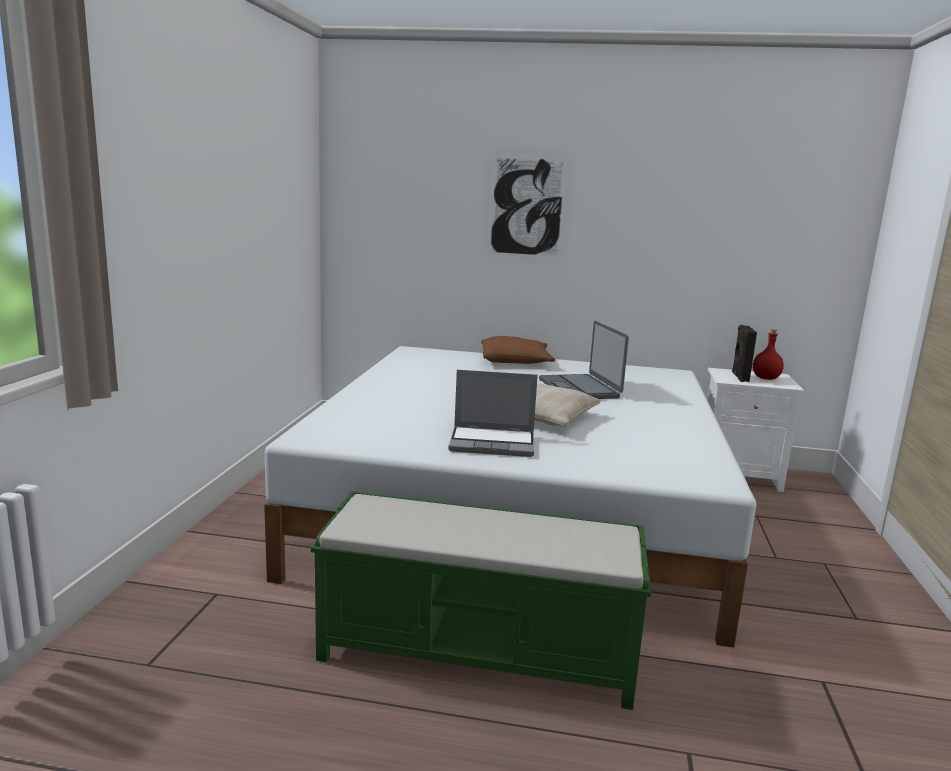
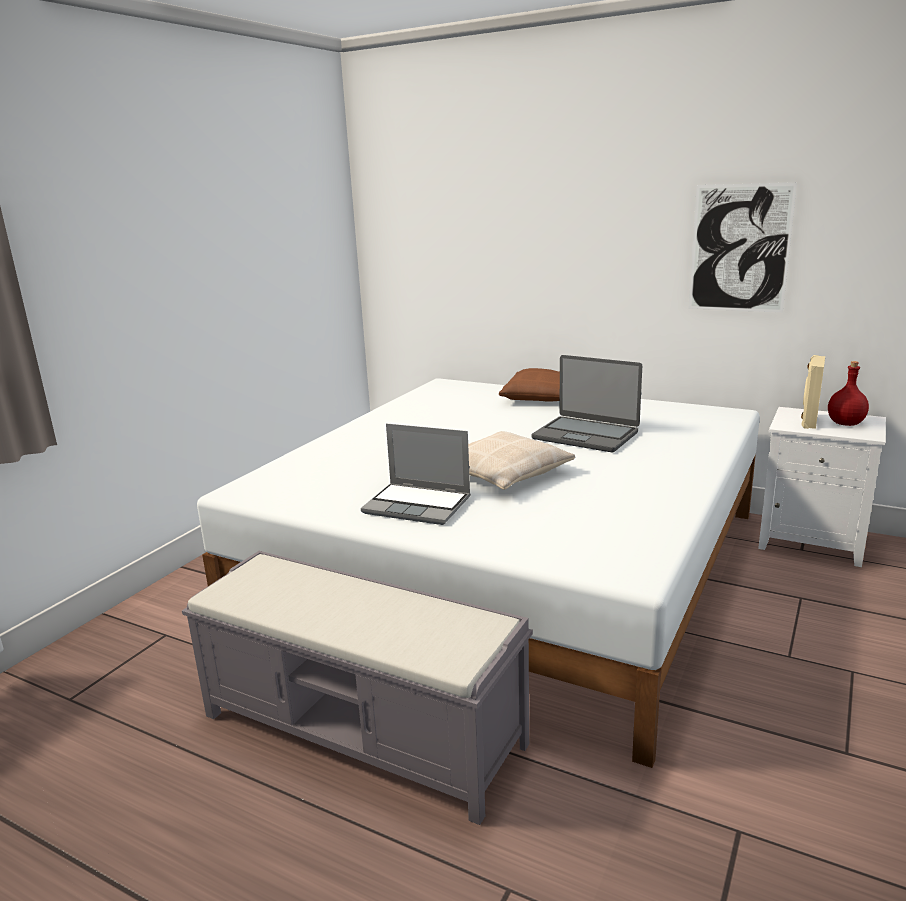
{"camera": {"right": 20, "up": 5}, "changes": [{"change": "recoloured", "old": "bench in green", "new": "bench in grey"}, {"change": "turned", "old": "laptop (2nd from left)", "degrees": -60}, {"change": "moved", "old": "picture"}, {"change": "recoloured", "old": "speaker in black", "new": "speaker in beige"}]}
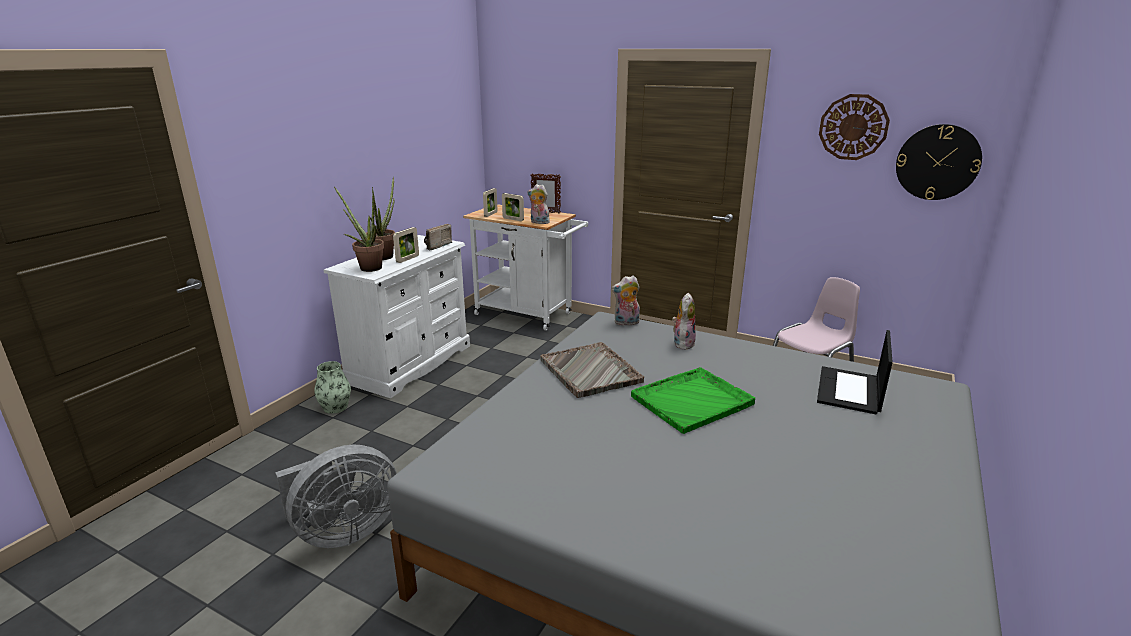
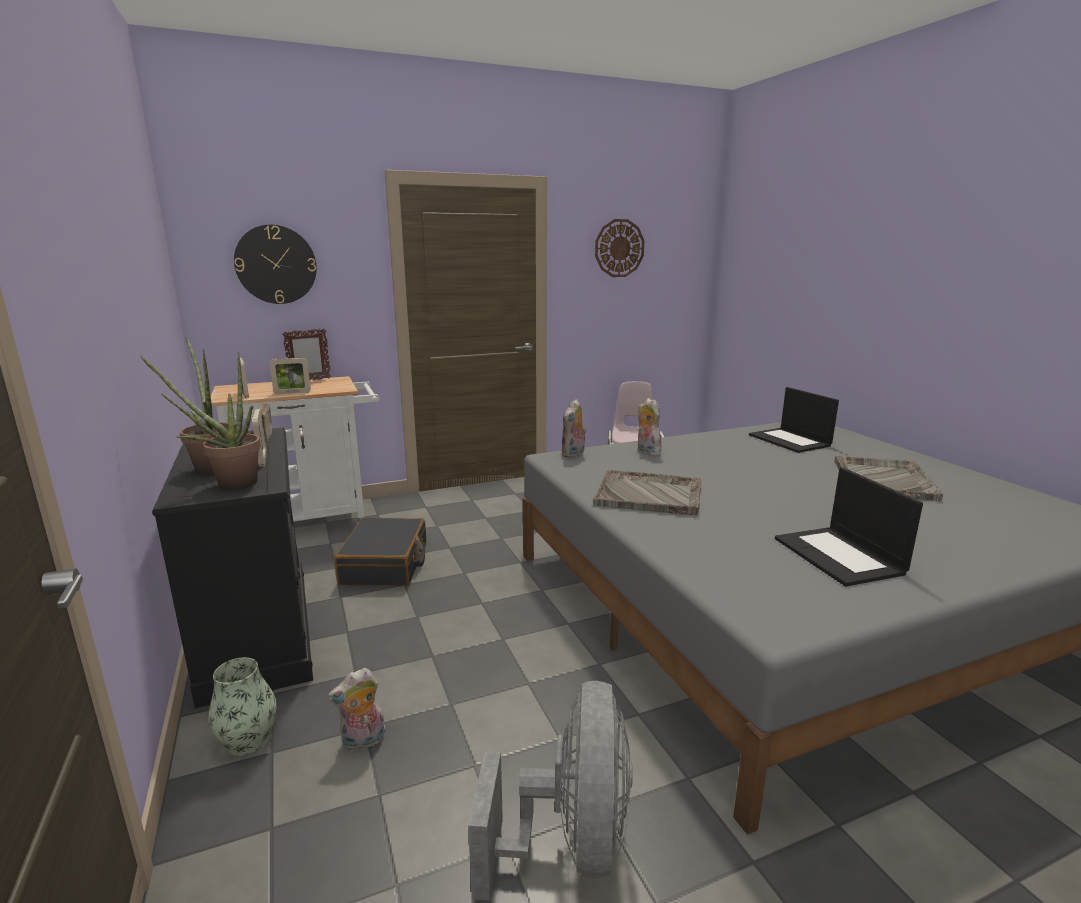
{"camera": {"right": -50, "up": -5}, "changes": [{"change": "recoloured", "old": "dresser in white", "new": "dresser in black"}, {"change": "moved", "old": "wall clock (2nd from left in the first image)", "new": "wall clock (1st from left)"}, {"change": "moved", "old": "plush toy (1st from left)"}, {"change": "added", "new": "suitcase in black"}, {"change": "added", "new": "laptop (2nd from left)"}, {"change": "added", "new": "tray in grey (2nd from left)"}, {"change": "removed", "old": "tray in green"}]}
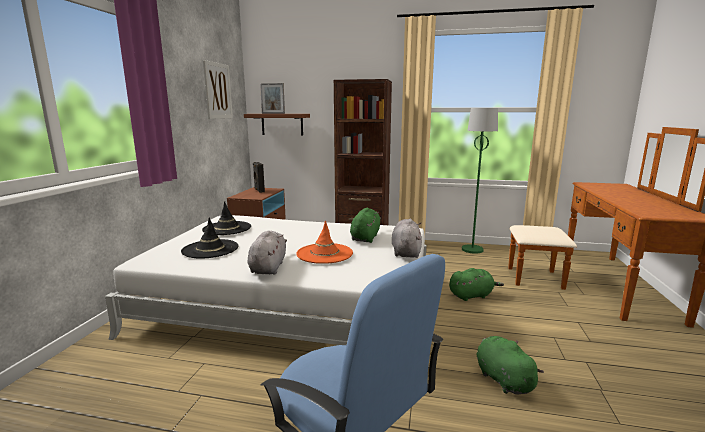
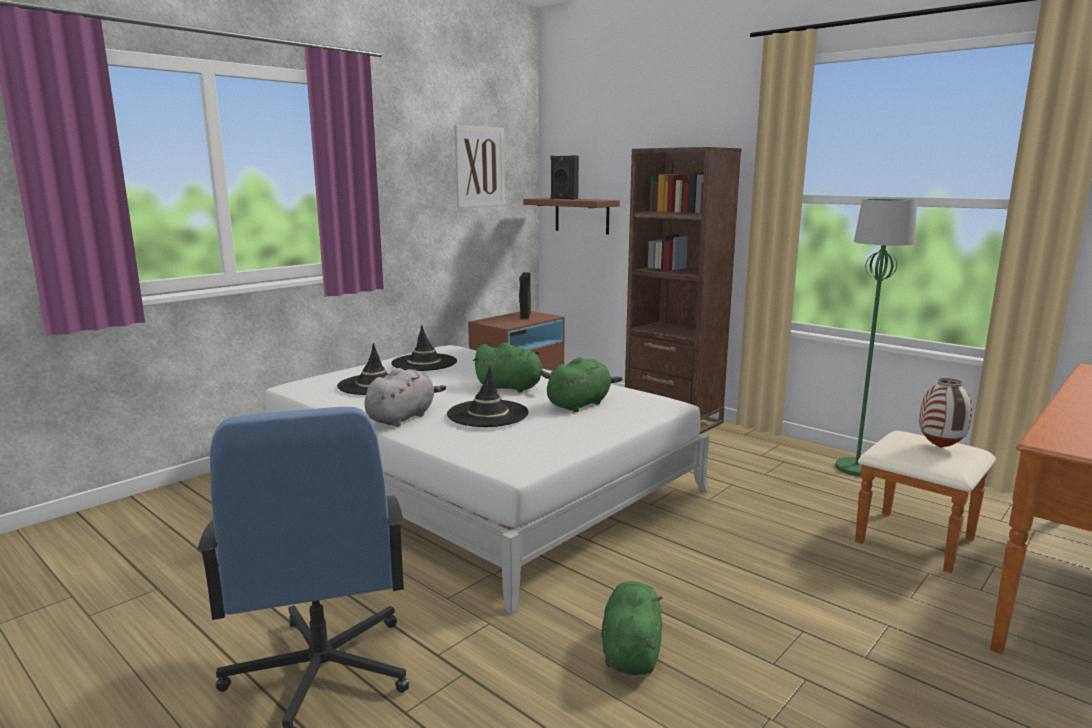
{"camera": {"right": 30, "up": 0}, "changes": [{"change": "recoloured", "old": "hat in orange", "new": "hat in black (3rd from left)"}, {"change": "moved", "old": "plush toy in green (2nd from left in the first image)", "new": "plush toy in green (1st from left)"}, {"change": "replaced", "old": "picture frame", "new": "speaker in black (2nd from left)"}, {"change": "added", "new": "vase"}, {"change": "removed", "old": "plush toy in grey (2nd from left)"}]}
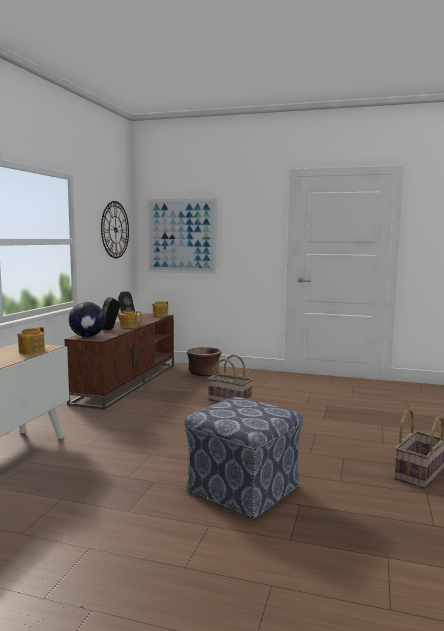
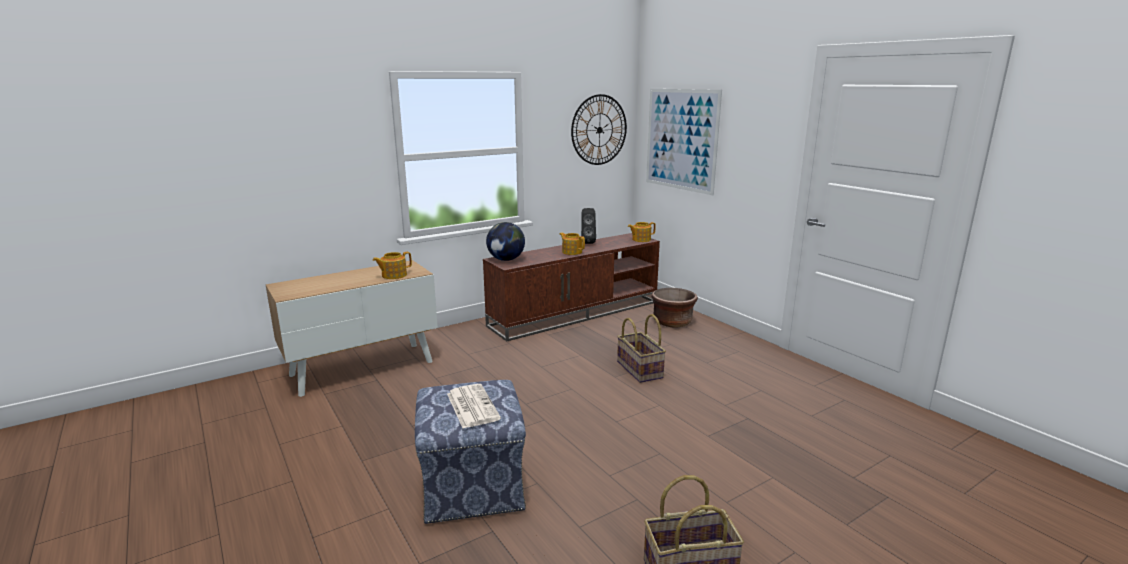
{"camera": {"right": 40, "up": 10}, "changes": [{"change": "added", "new": "newspaper"}, {"change": "removed", "old": "speaker in black (1st from left)"}]}
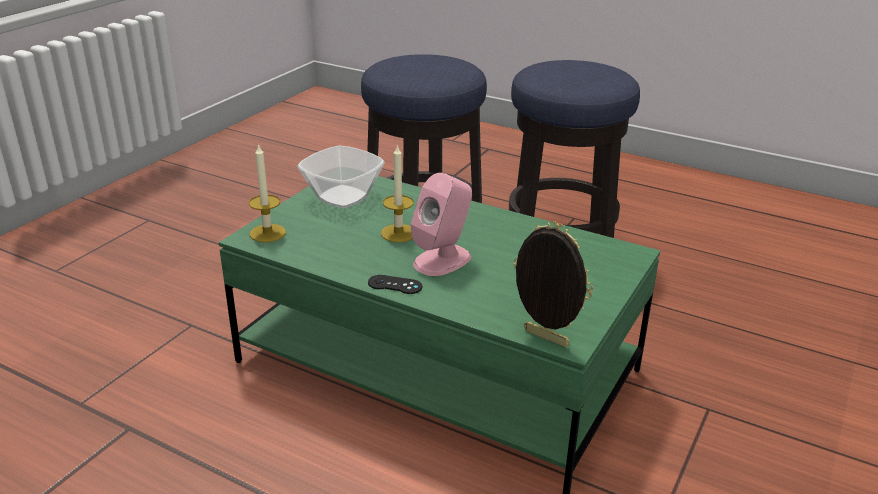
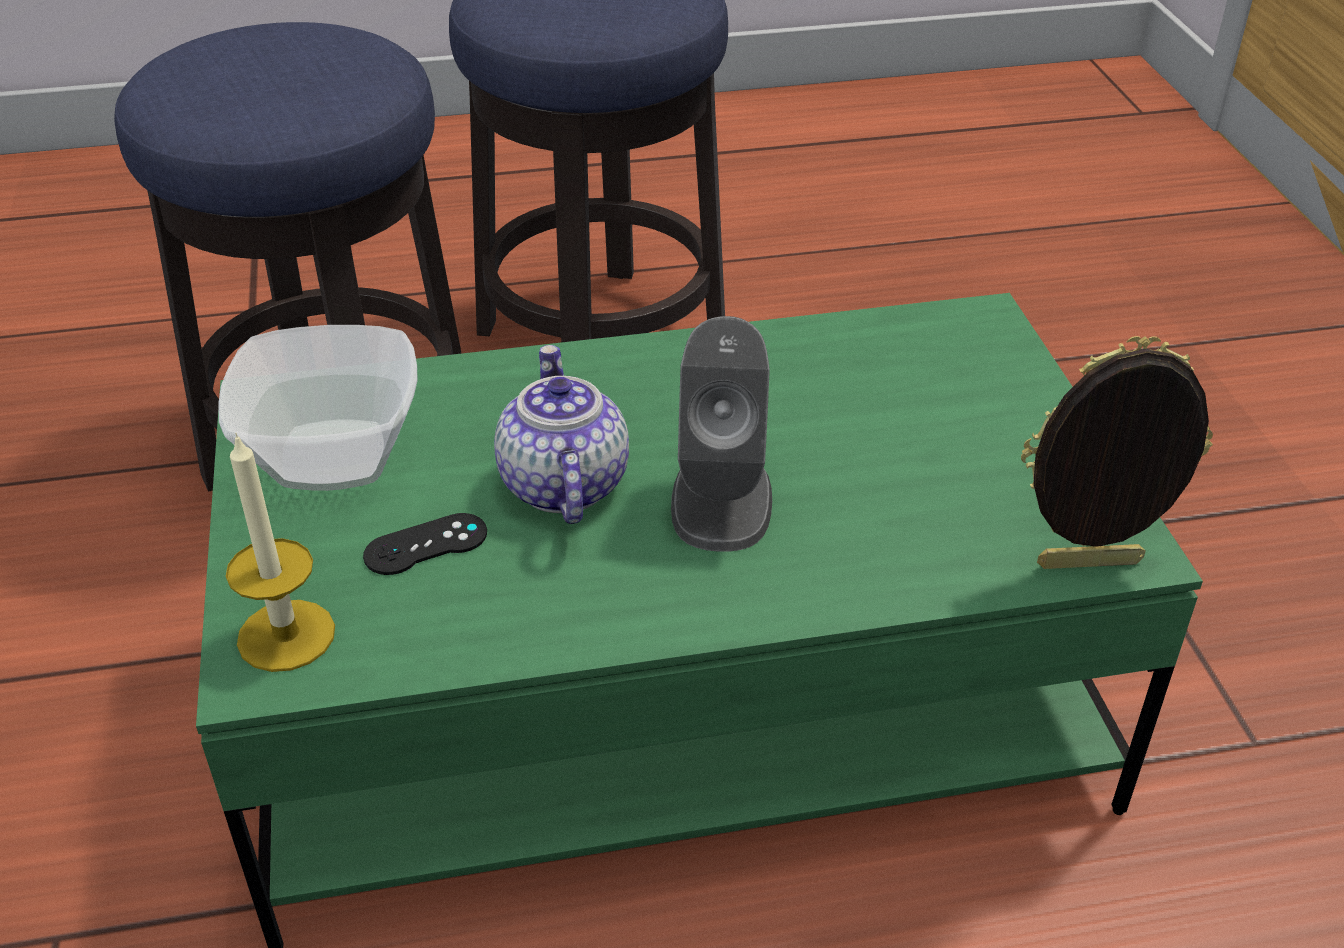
{"camera": {"right": -40, "up": 10}, "changes": [{"change": "moved", "old": "game controller in black"}, {"change": "replaced", "old": "candle (2nd from left)", "new": "teapot"}, {"change": "recoloured", "old": "speaker in pink", "new": "speaker in grey"}]}
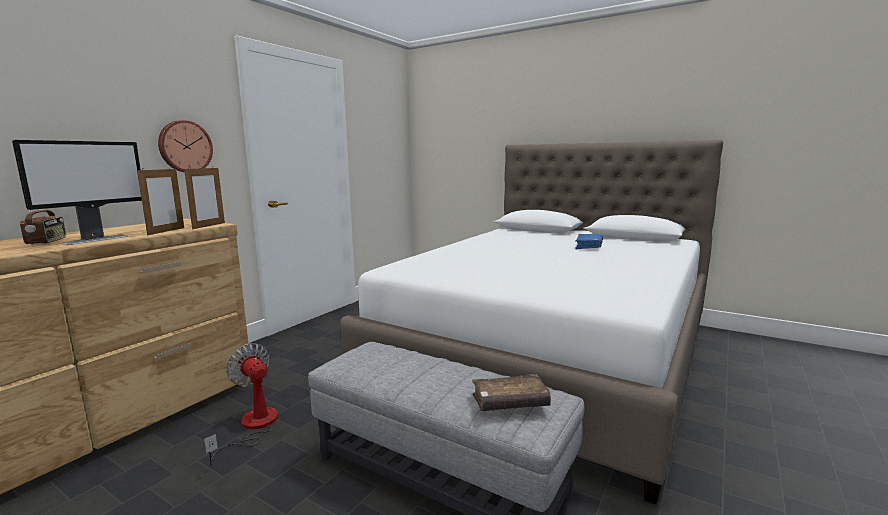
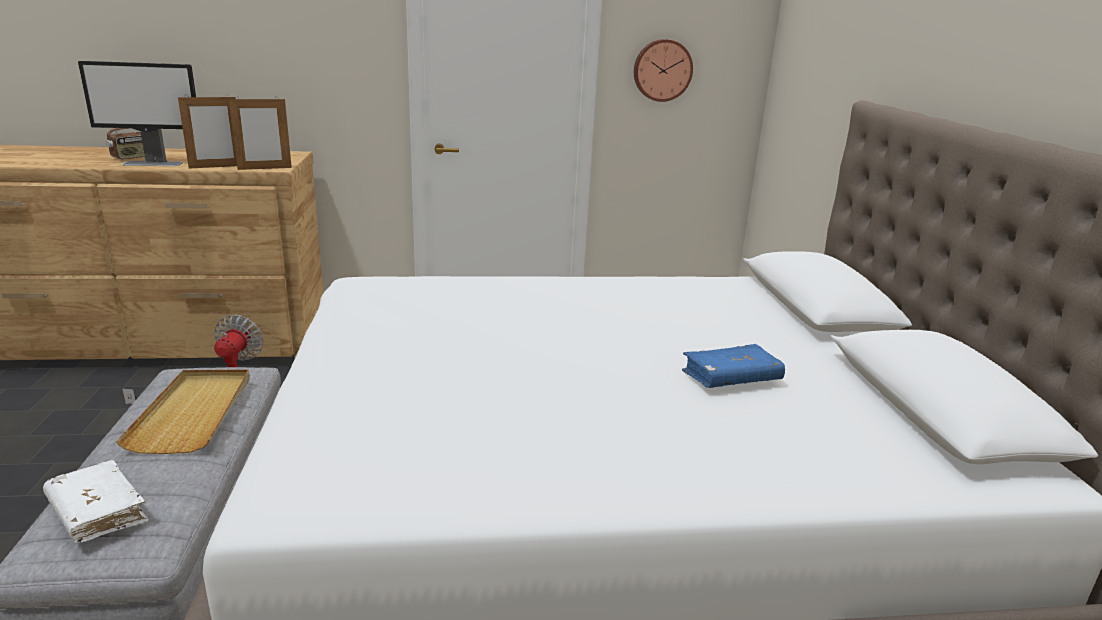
{"camera": {"right": 50, "up": 10}, "changes": [{"change": "recoloured", "old": "book in brown", "new": "book in white"}, {"change": "added", "new": "tray in beige"}, {"change": "moved", "old": "wall clock"}]}
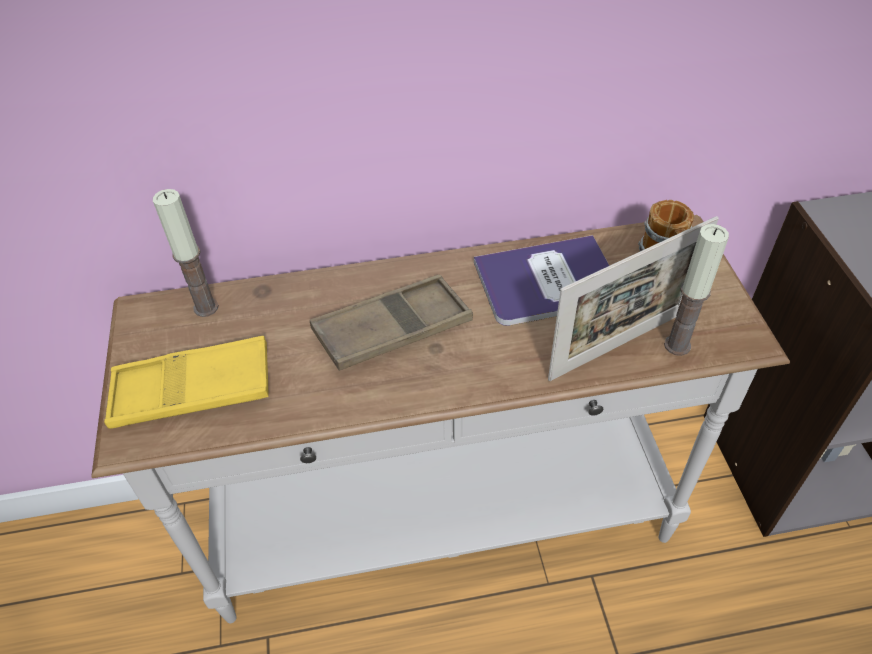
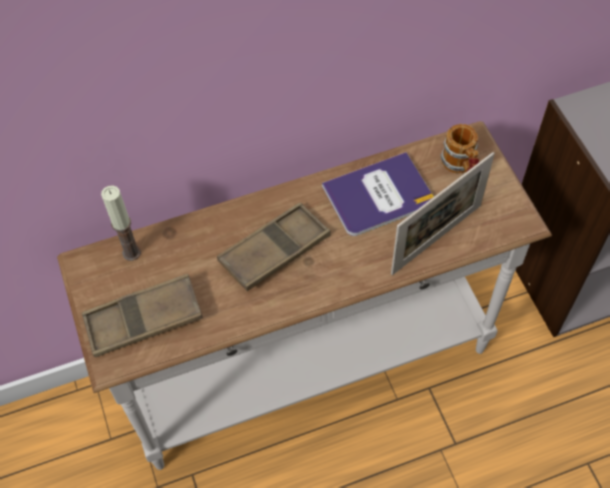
{"camera": {"right": -10, "up": 10}, "changes": [{"change": "recoloured", "old": "tray in yellow", "new": "tray in brown (1st from left)"}, {"change": "removed", "old": "candle (2nd from left)"}]}
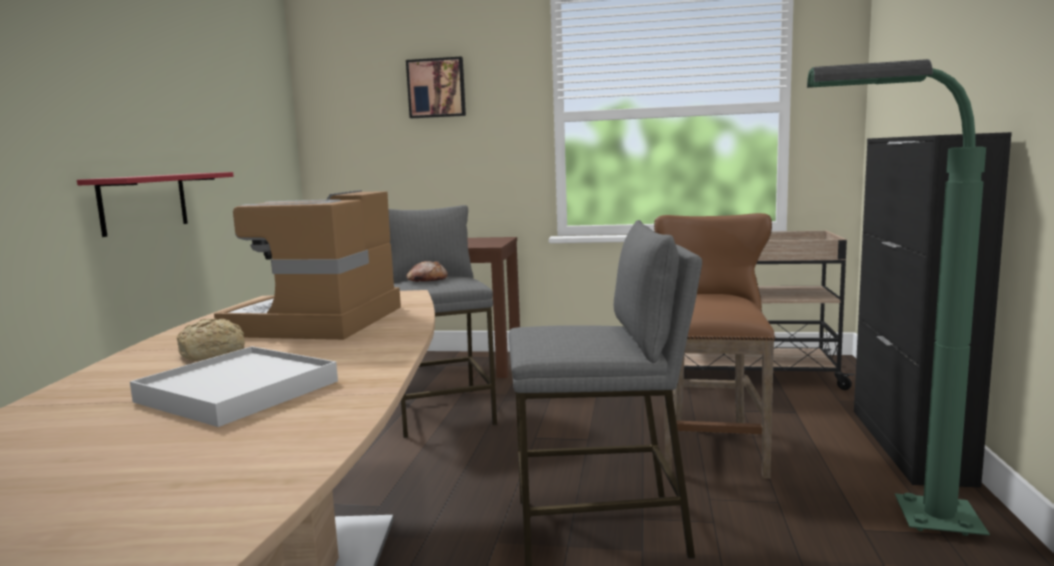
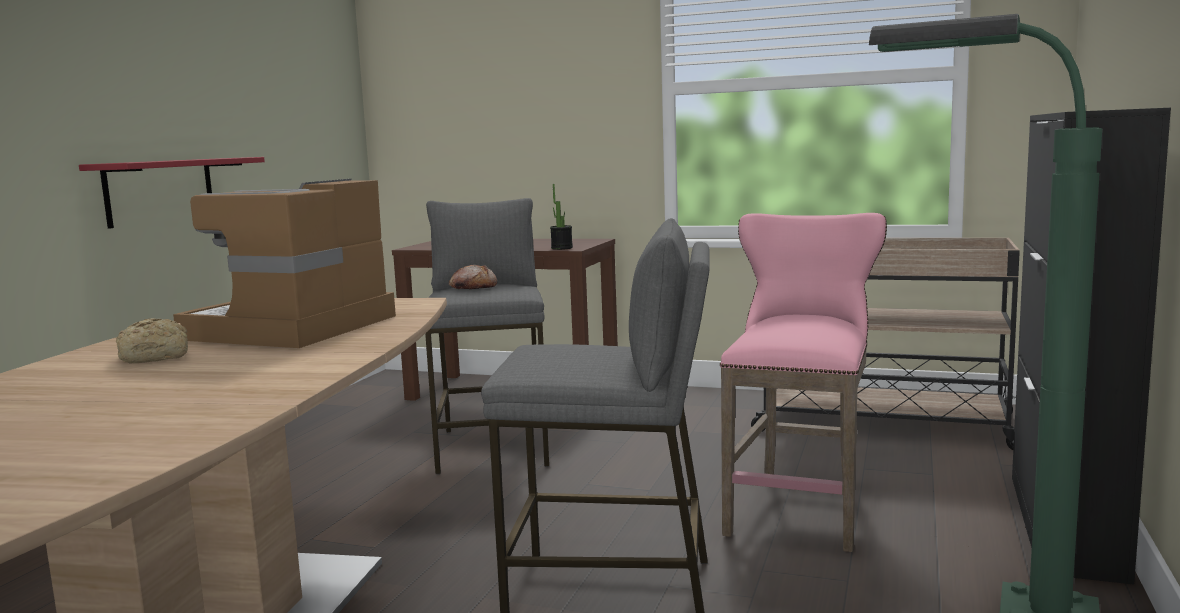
{"camera": {"right": 10, "up": 0}, "changes": [{"change": "added", "new": "potted plant"}, {"change": "recoloured", "old": "stool in brown", "new": "stool in pink"}, {"change": "removed", "old": "tray in white"}, {"change": "removed", "old": "picture"}]}
